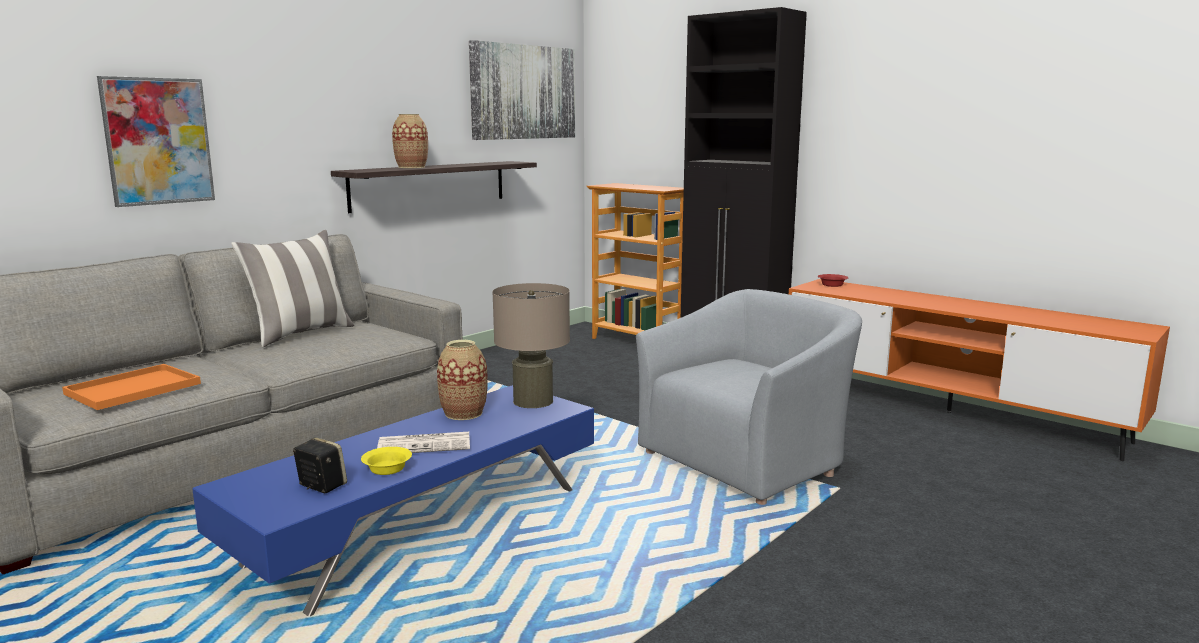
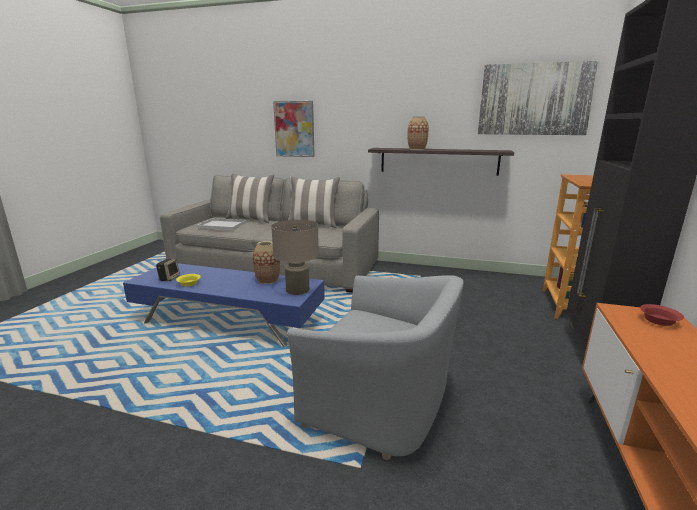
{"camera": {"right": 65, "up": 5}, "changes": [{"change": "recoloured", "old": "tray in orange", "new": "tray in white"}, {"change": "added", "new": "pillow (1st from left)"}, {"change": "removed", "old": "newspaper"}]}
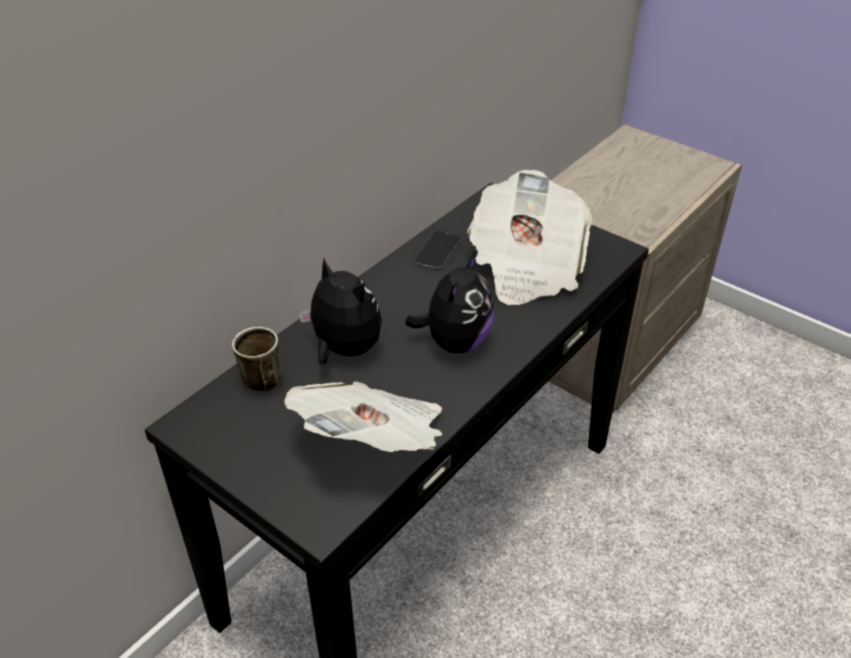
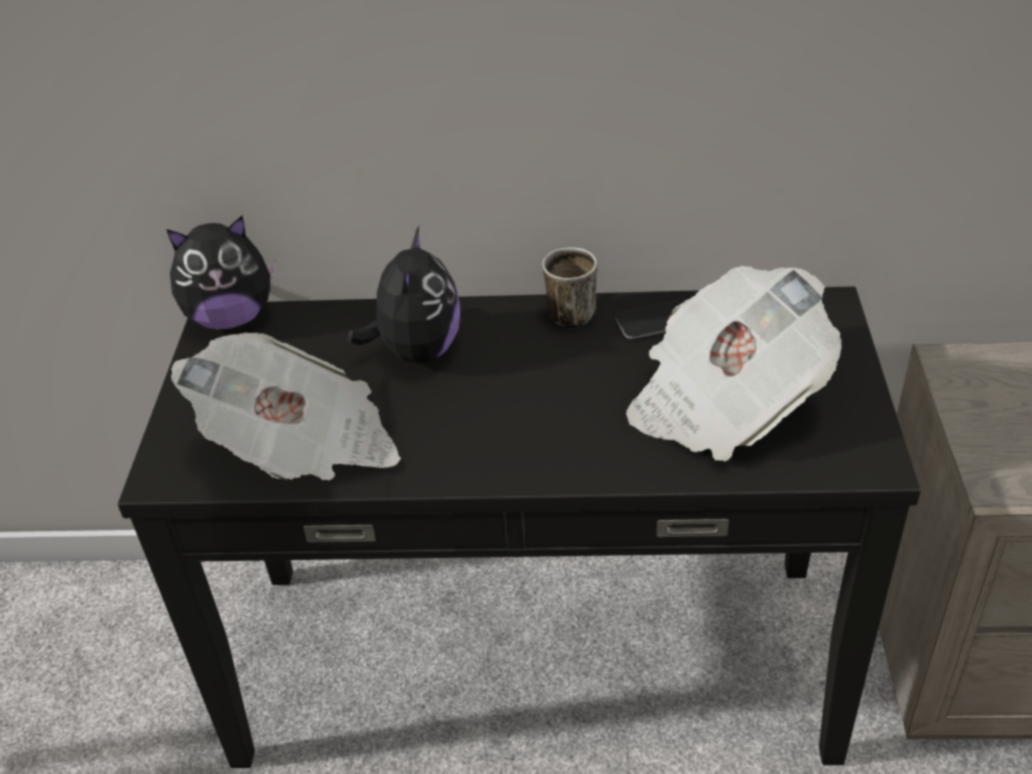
{"camera": {"right": 55, "up": 0}, "changes": [{"change": "moved", "old": "plush toy (2nd from left in the first image)", "new": "plush toy (1st from left)"}, {"change": "moved", "old": "mug"}]}
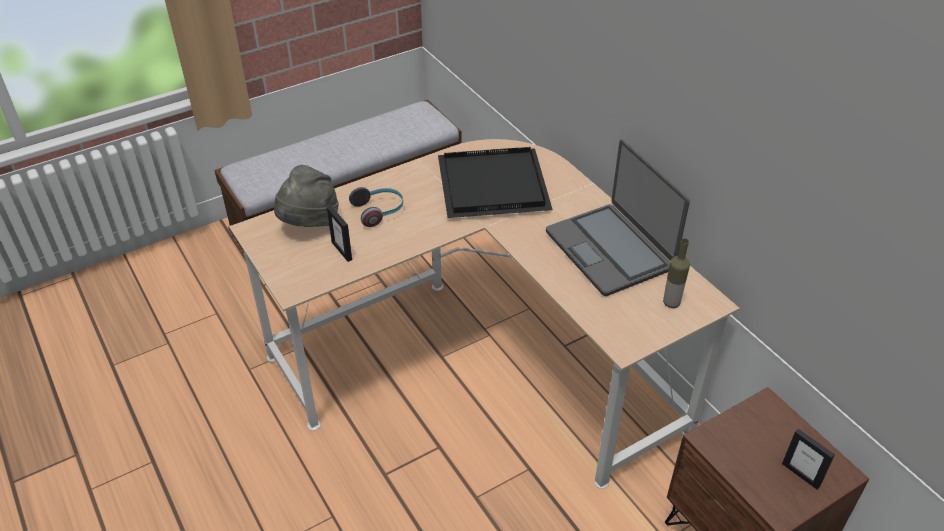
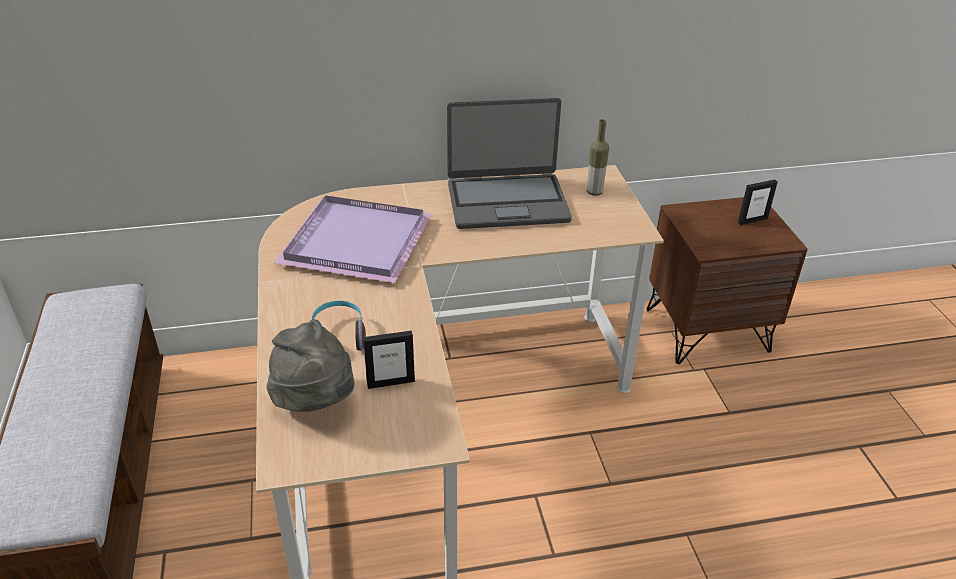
{"camera": {"right": -70, "up": -5}, "changes": [{"change": "recoloured", "old": "tray in black", "new": "tray in purple"}]}
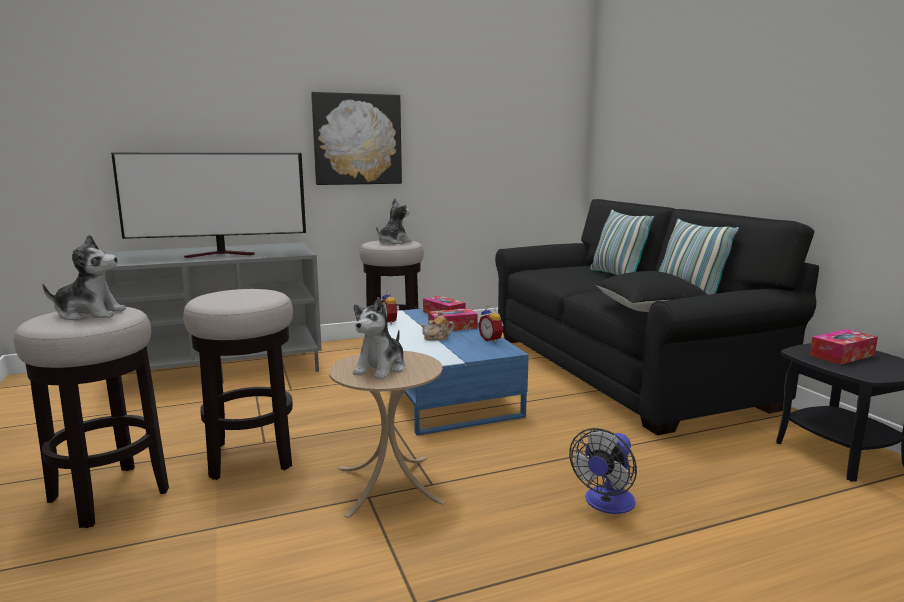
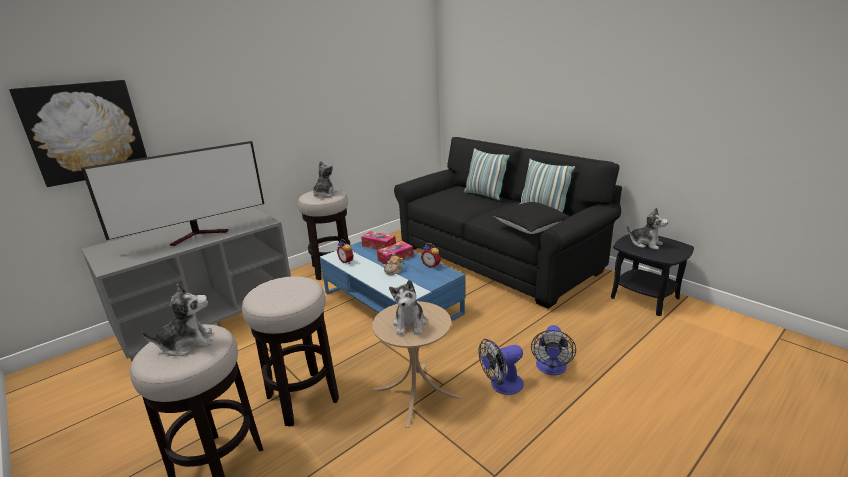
{"camera": {"right": -20, "up": 10}, "changes": [{"change": "moved", "old": "picture"}, {"change": "added", "new": "fan (1st from left)"}, {"change": "replaced", "old": "tissue box (3rd from left)", "new": "plush toy (4th from left)"}]}
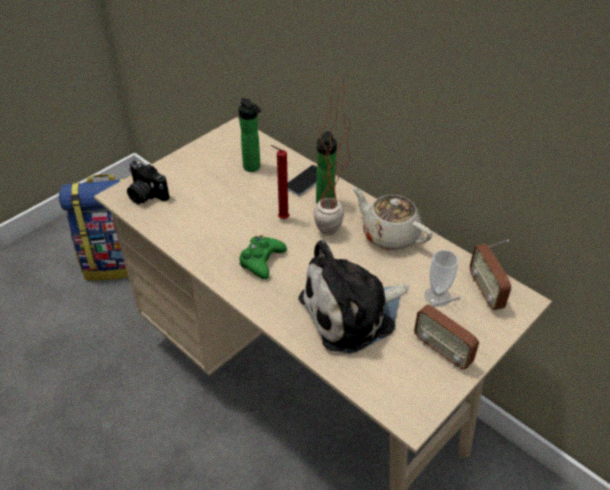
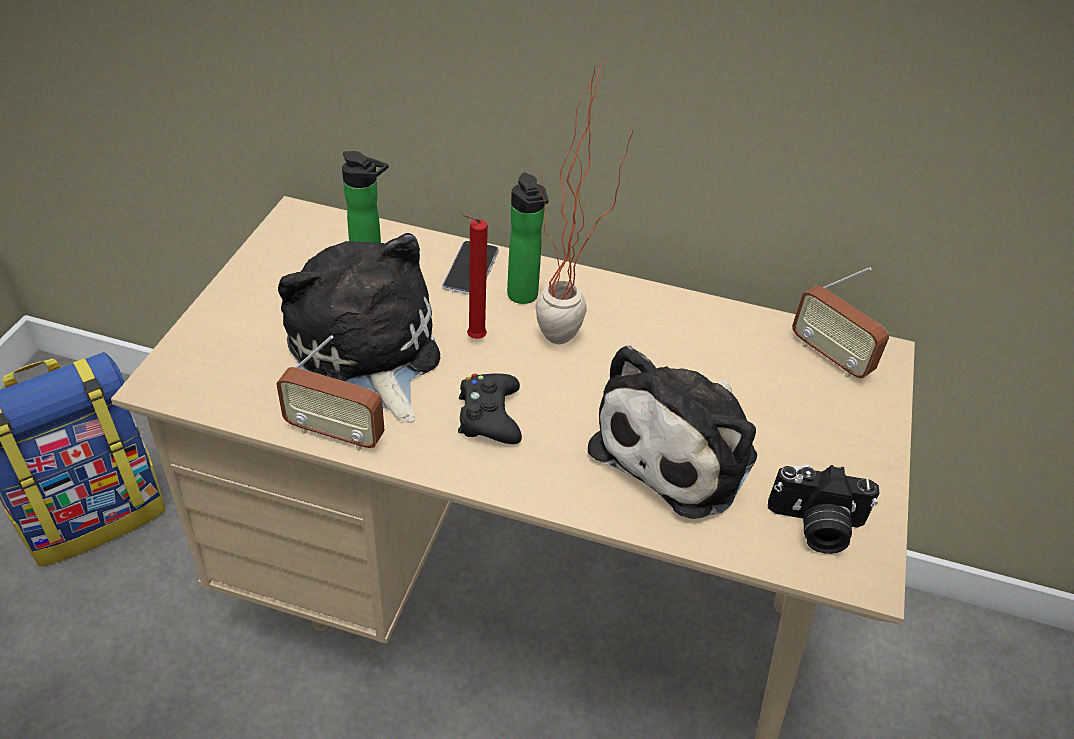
{"camera": {"right": -30, "up": 0}, "changes": [{"change": "moved", "old": "radio (1st from left)"}, {"change": "added", "new": "plush toy (1st from left)"}, {"change": "recoloured", "old": "game controller in green", "new": "game controller in black"}, {"change": "moved", "old": "photo camera"}, {"change": "removed", "old": "teapot in beige"}, {"change": "removed", "old": "cup"}]}
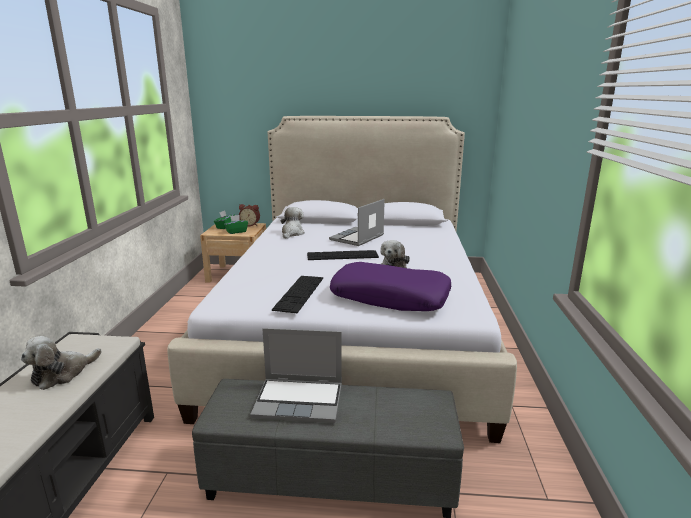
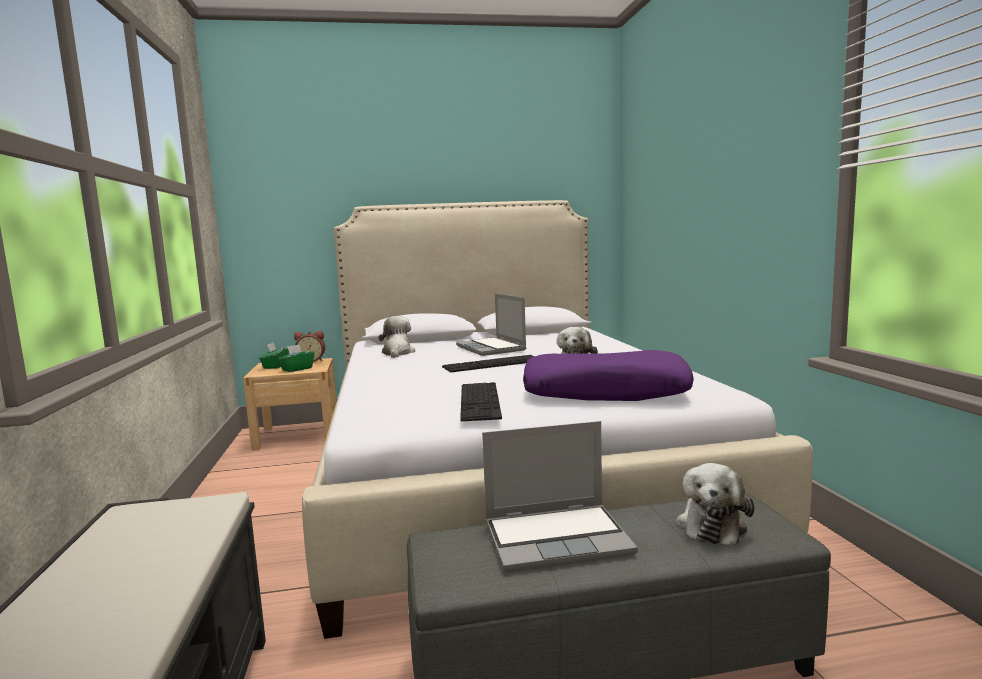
{"camera": {"right": -15, "up": -10}, "changes": [{"change": "turned", "old": "laptop (2nd from left in the first image)", "degrees": -45}, {"change": "moved", "old": "plush toy (1st from left in the first image)", "new": "plush toy (3rd from left)"}]}
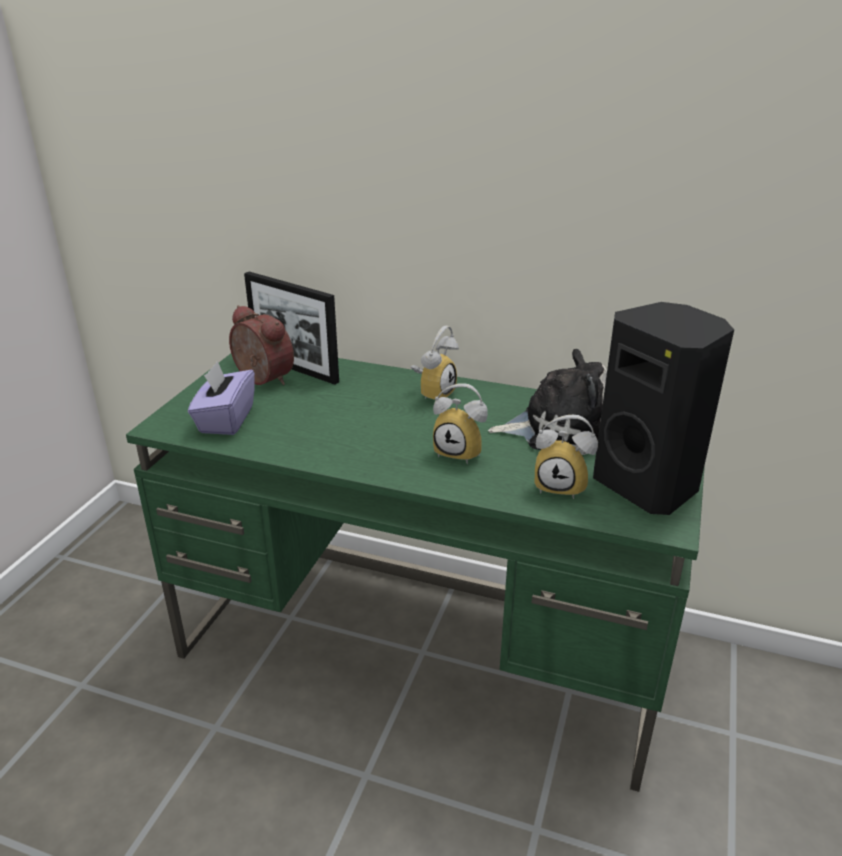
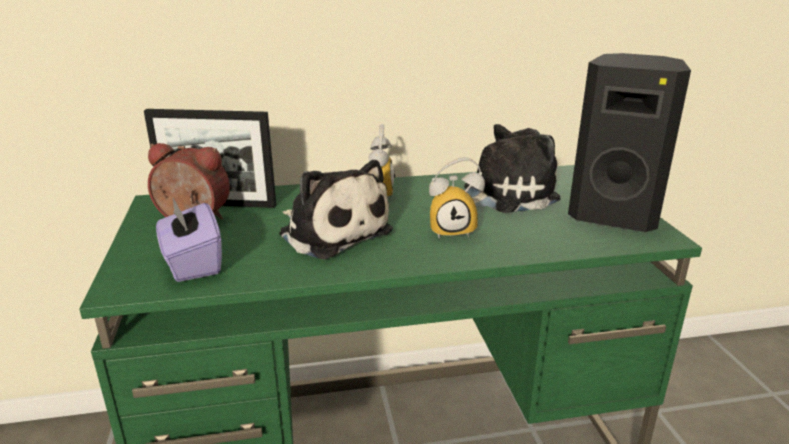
{"camera": {"right": -30, "up": -5}, "changes": [{"change": "added", "new": "plush toy (1st from left)"}, {"change": "removed", "old": "alarm clock (4th from left)"}]}
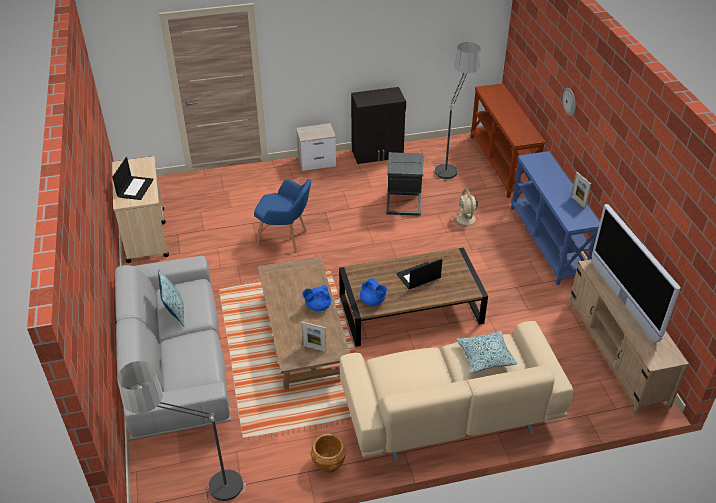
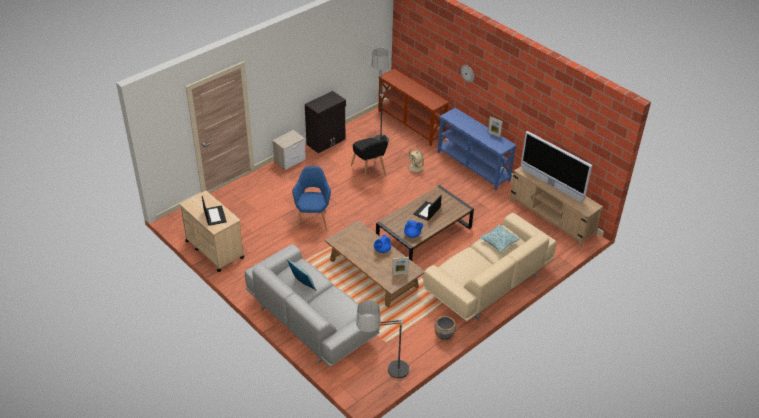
{"camera": {"right": -30, "up": 0}, "changes": [{"change": "turned", "old": "armchair in blue", "degrees": -75}, {"change": "replaced", "old": "side table in grey", "new": "armchair in black"}, {"change": "recoloured", "old": "planter in brown", "new": "planter in grey"}]}
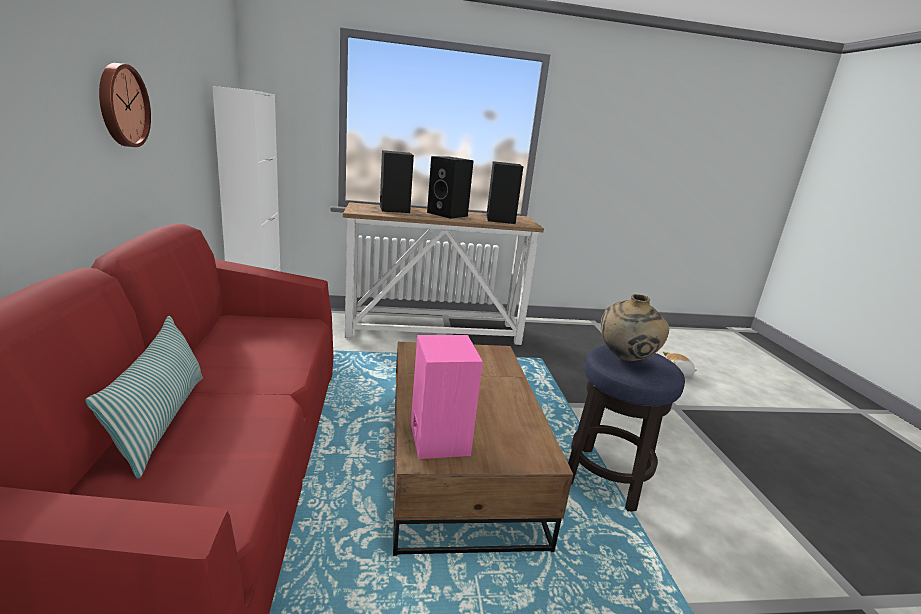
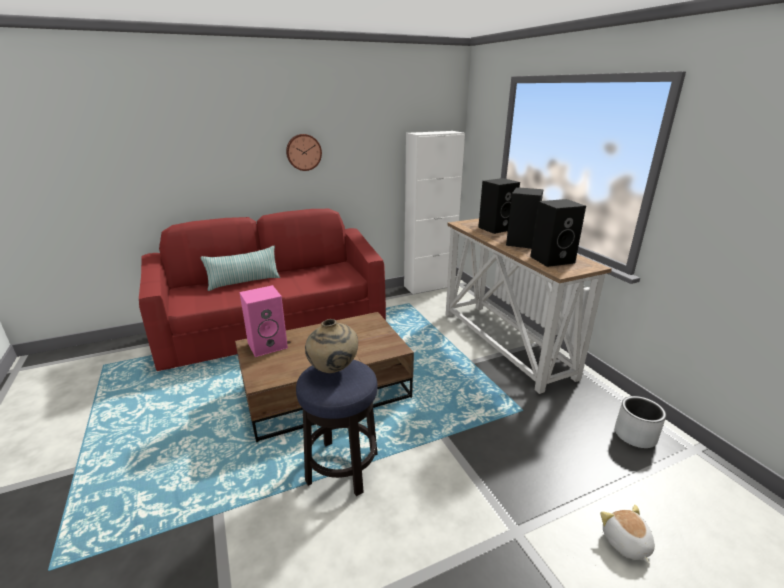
{"camera": {"right": 75, "up": 5}, "changes": [{"change": "added", "new": "planter in grey"}]}
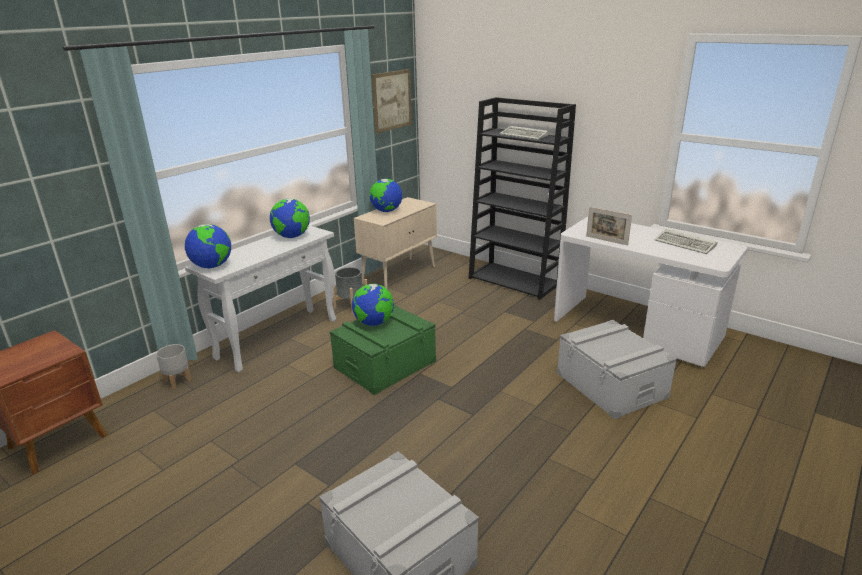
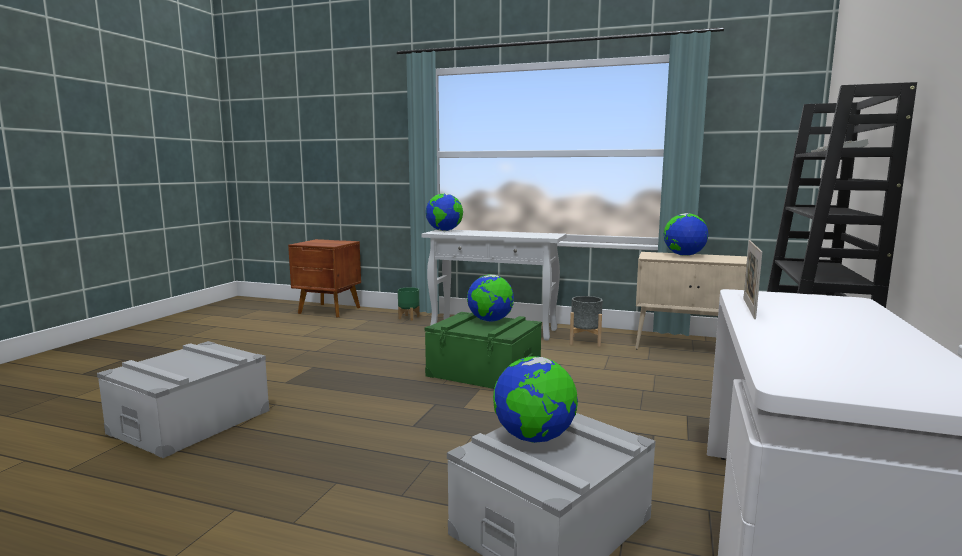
{"camera": {"right": 70, "up": -15}, "changes": [{"change": "recoloured", "old": "planter in grey (1st from left)", "new": "planter in green"}, {"change": "moved", "old": "globe (2nd from left in the first image)", "new": "globe (3rd from left)"}, {"change": "removed", "old": "picture"}, {"change": "removed", "old": "keyboard (2nd from left)"}]}
